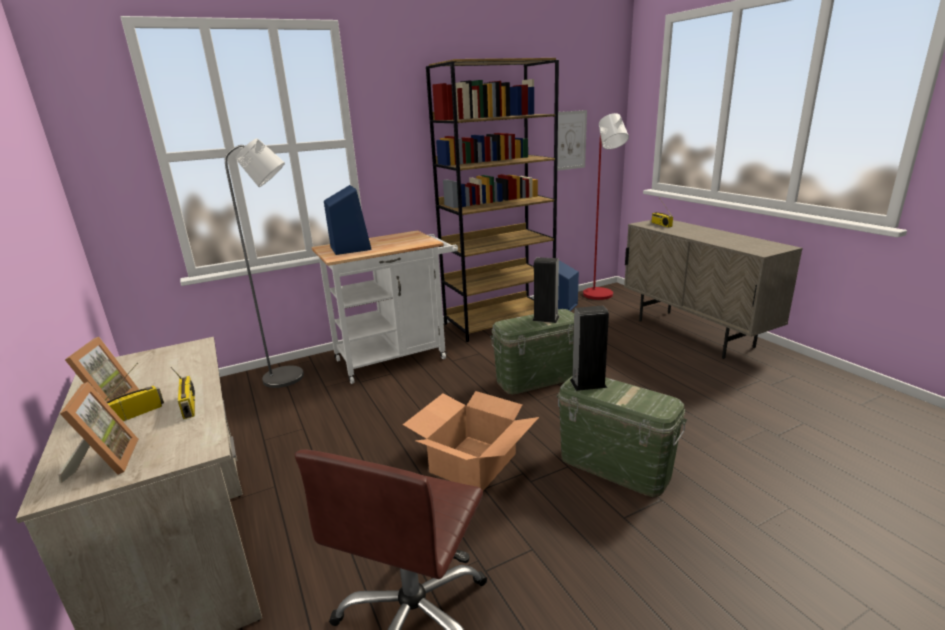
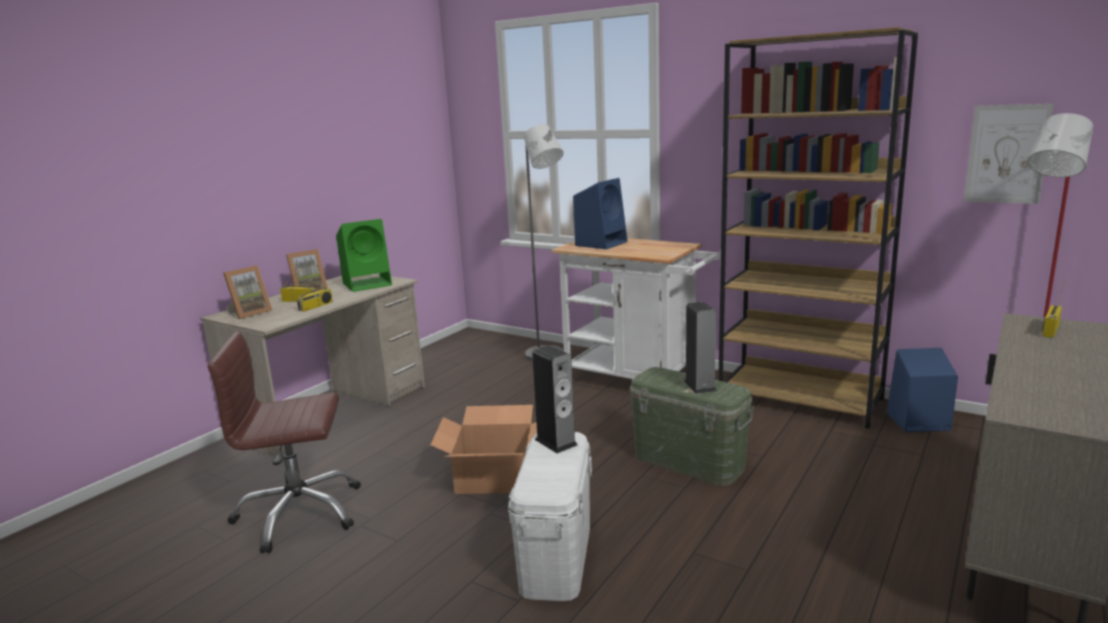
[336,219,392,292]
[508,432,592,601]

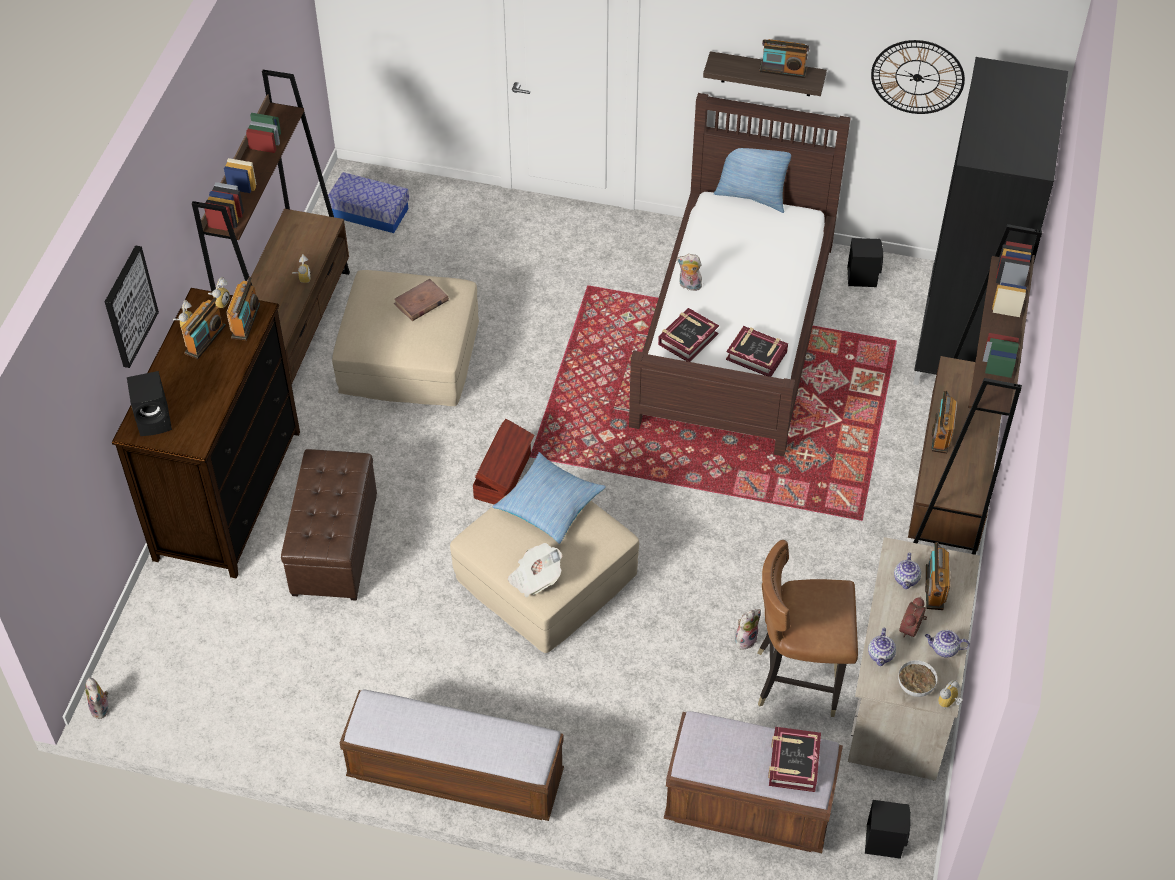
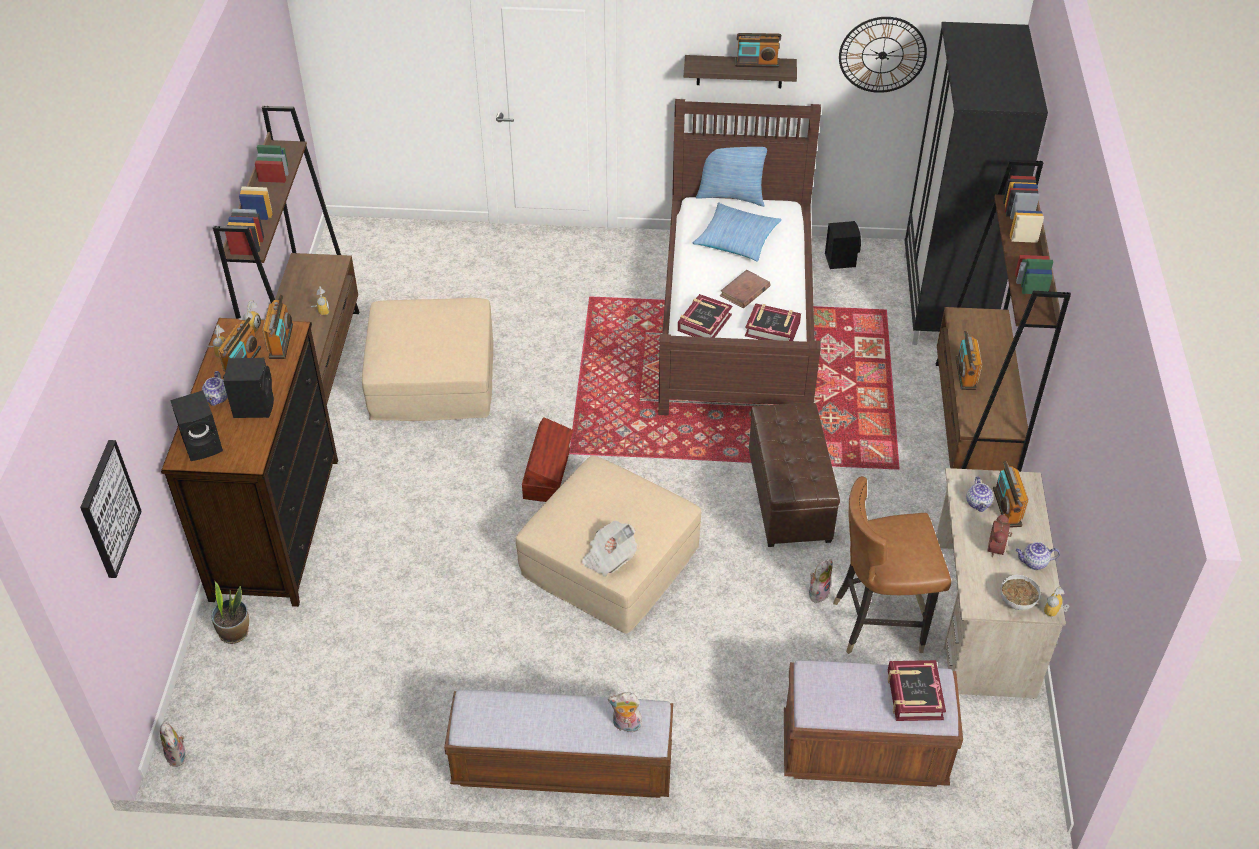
[80,440,142,578]
[202,371,228,406]
[211,581,249,644]
[223,358,274,418]
[608,692,642,733]
[693,202,782,262]
[719,270,770,308]
[749,403,840,547]
[328,172,409,233] (first image)

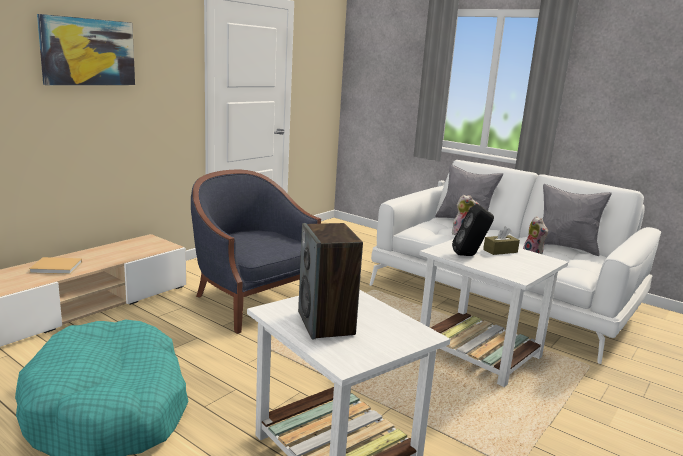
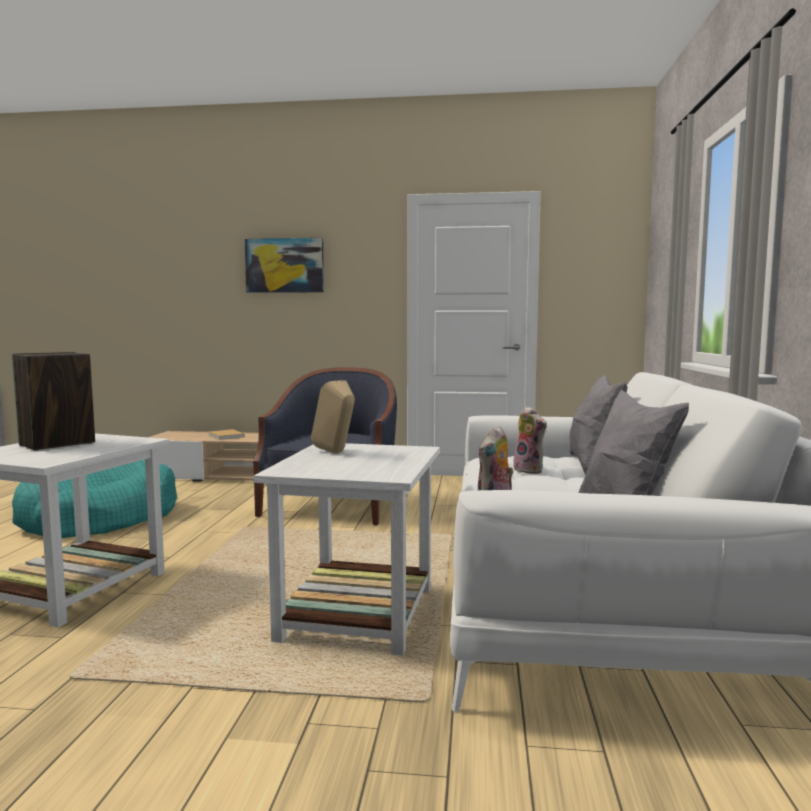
[311,380,355,454]
[483,227,520,255] (first image)

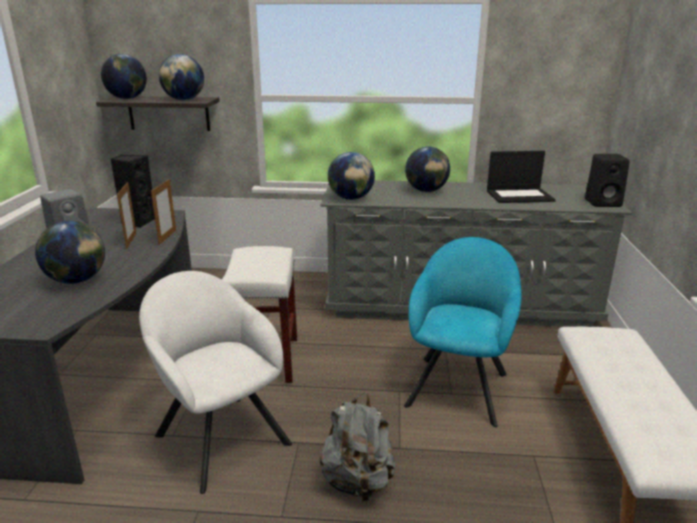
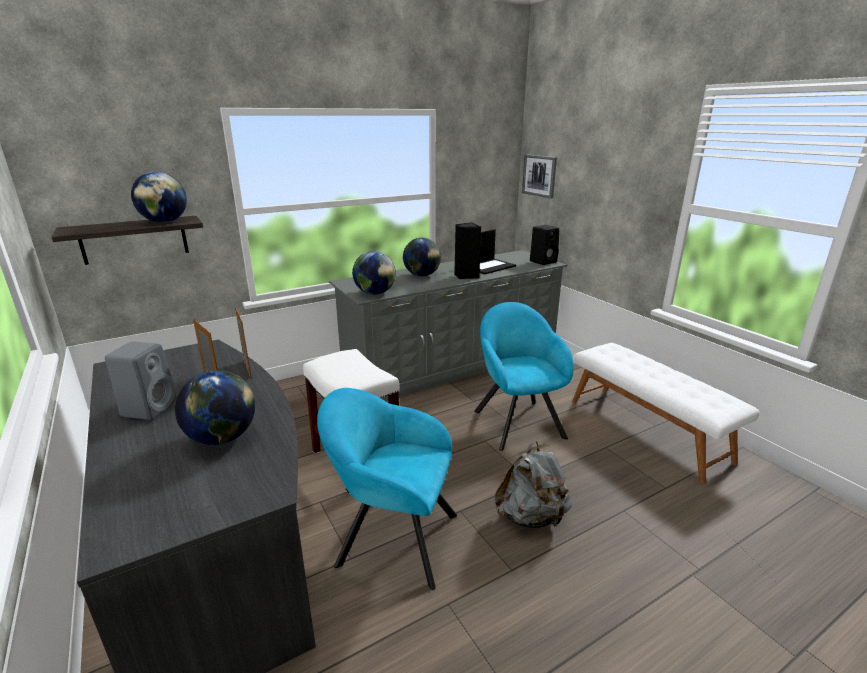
[317,388,457,590]
[454,222,481,279]
[522,155,557,198]
[101,54,147,99] (first image)

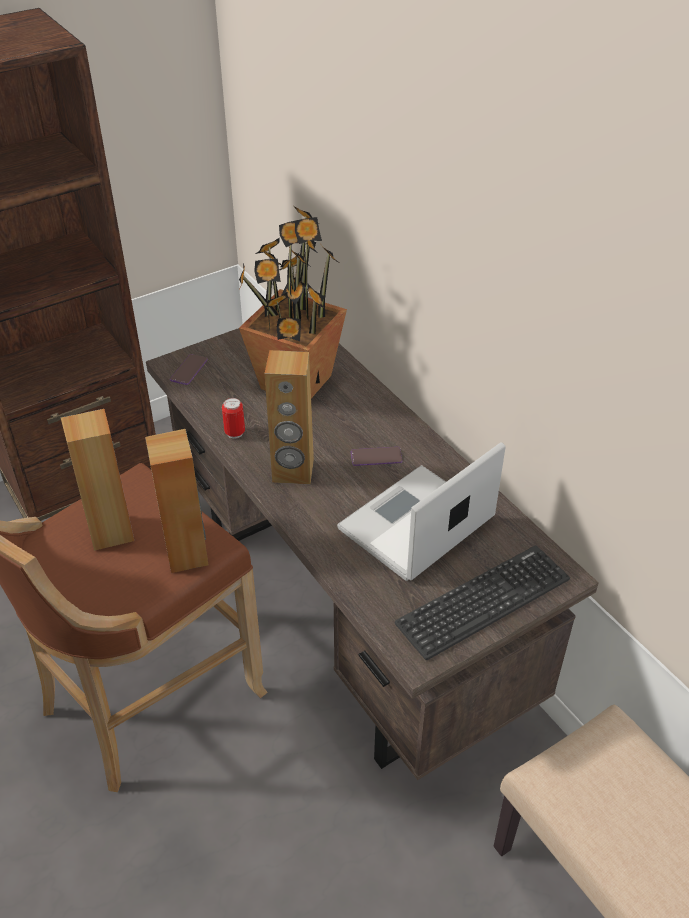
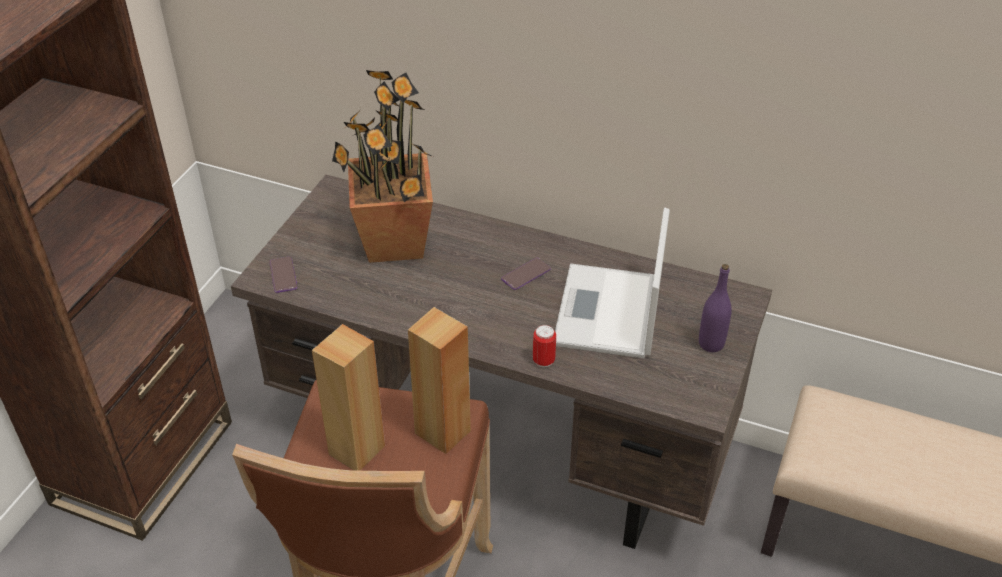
[533,325,556,367]
[699,264,732,352]
[264,350,314,484] (first image)

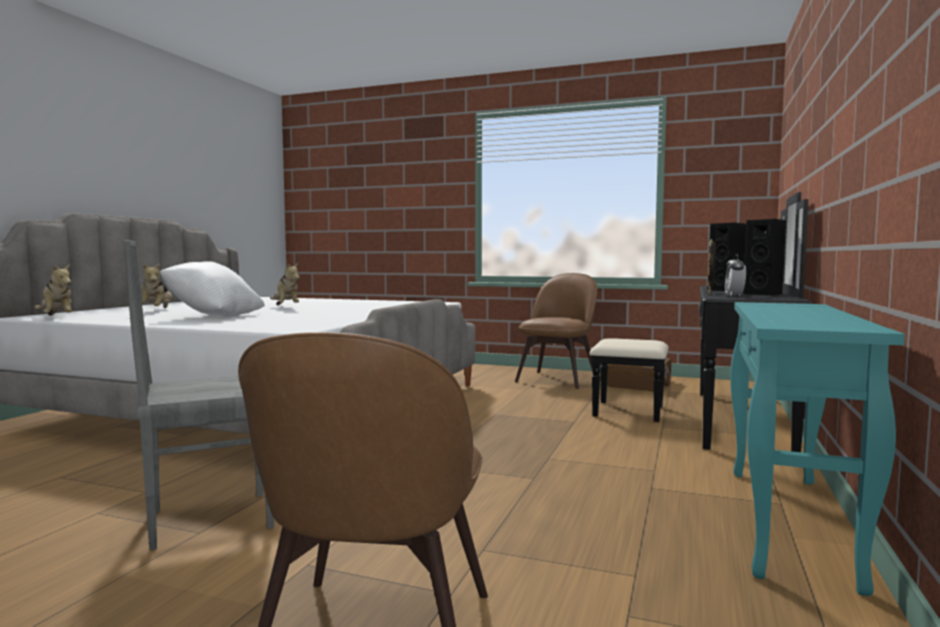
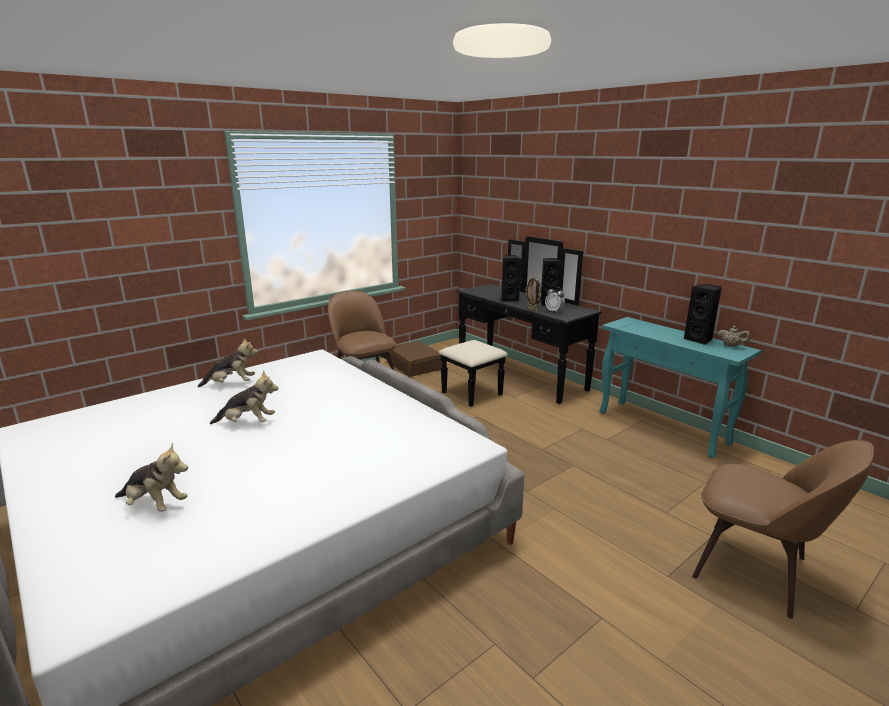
[198,338,258,387]
[684,284,722,345]
[717,326,750,347]
[124,240,274,550] (first image)
[160,261,265,317] (first image)

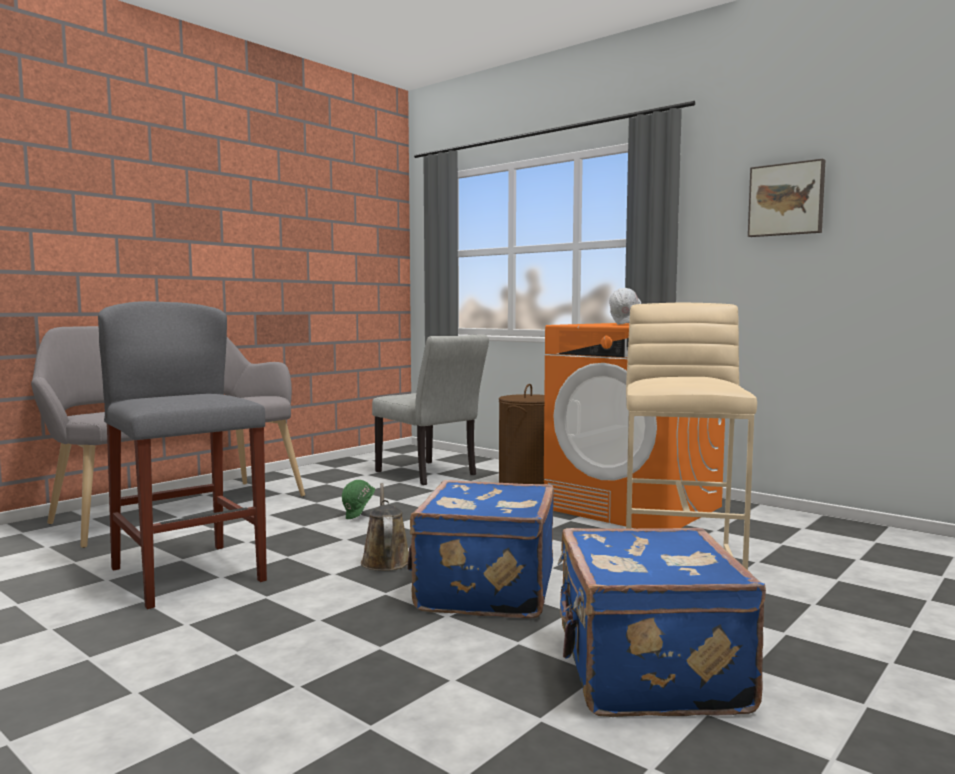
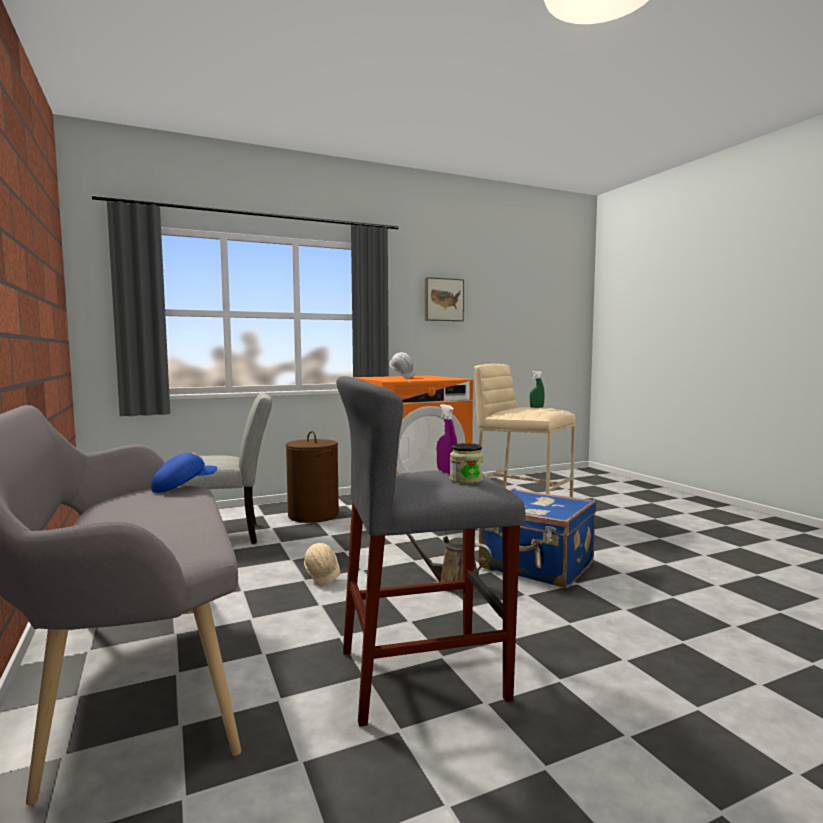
[151,452,218,493]
[304,543,341,585]
[437,404,457,474]
[450,443,483,484]
[530,371,545,408]
[558,528,766,717] (first image)

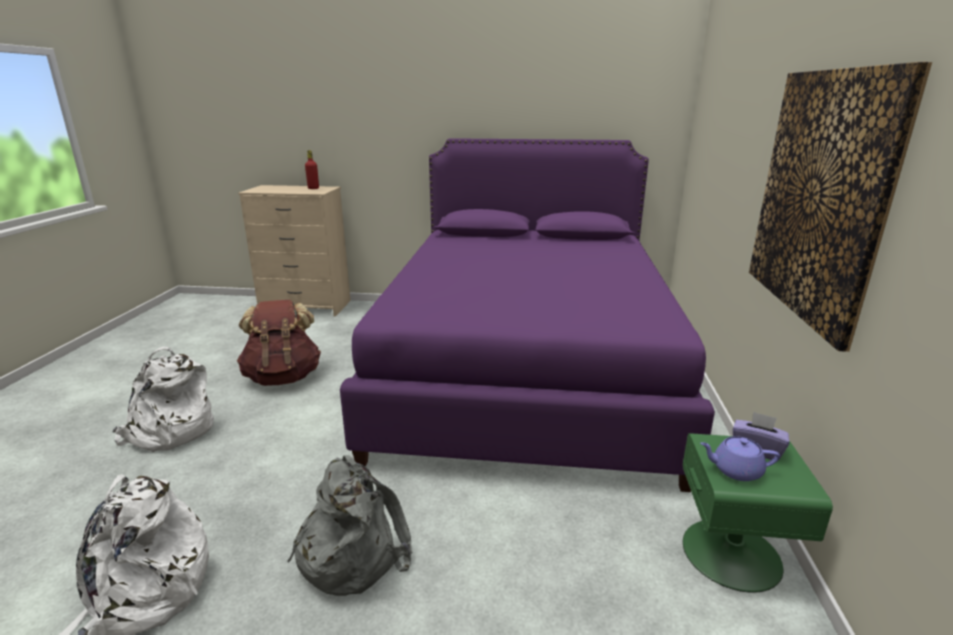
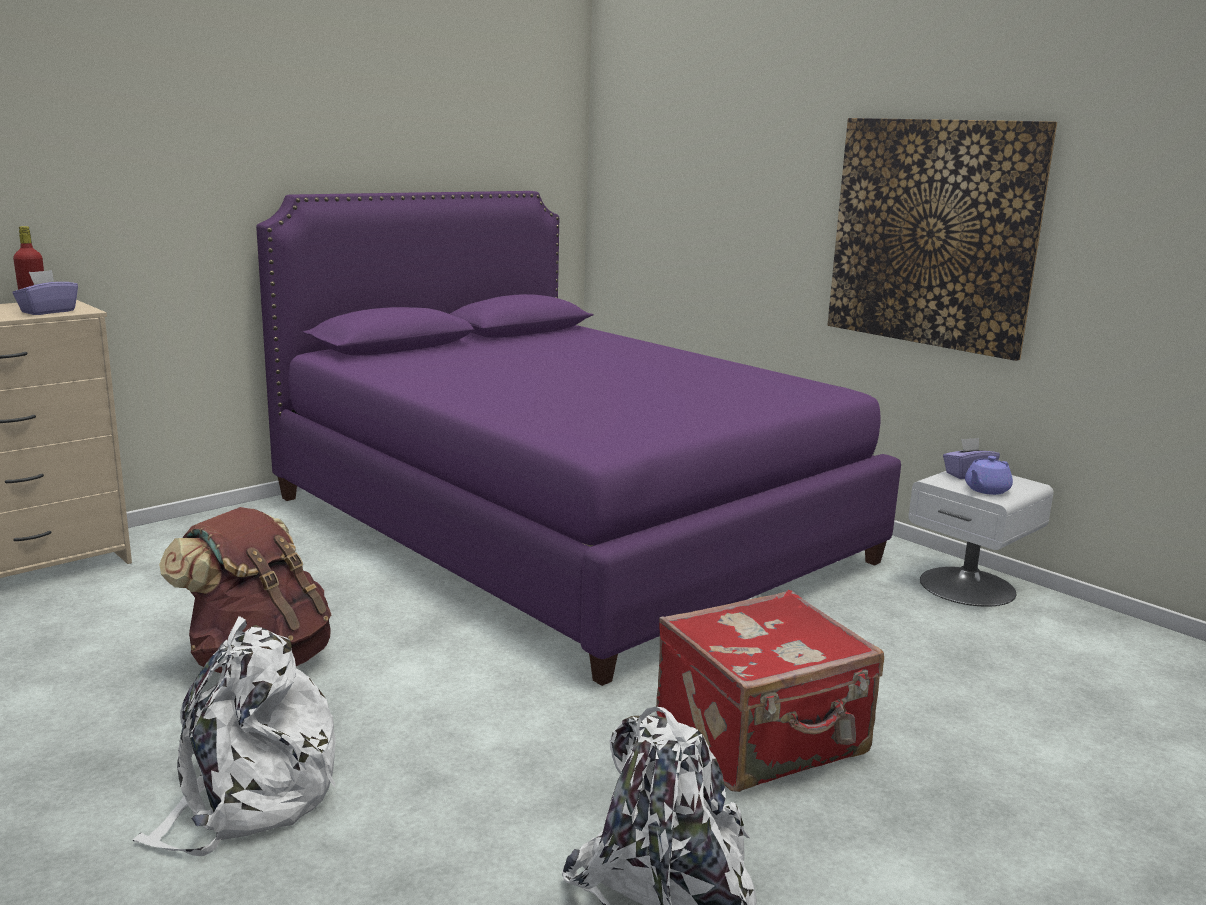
[12,270,78,315]
[656,590,884,792]
[909,471,1054,607]

